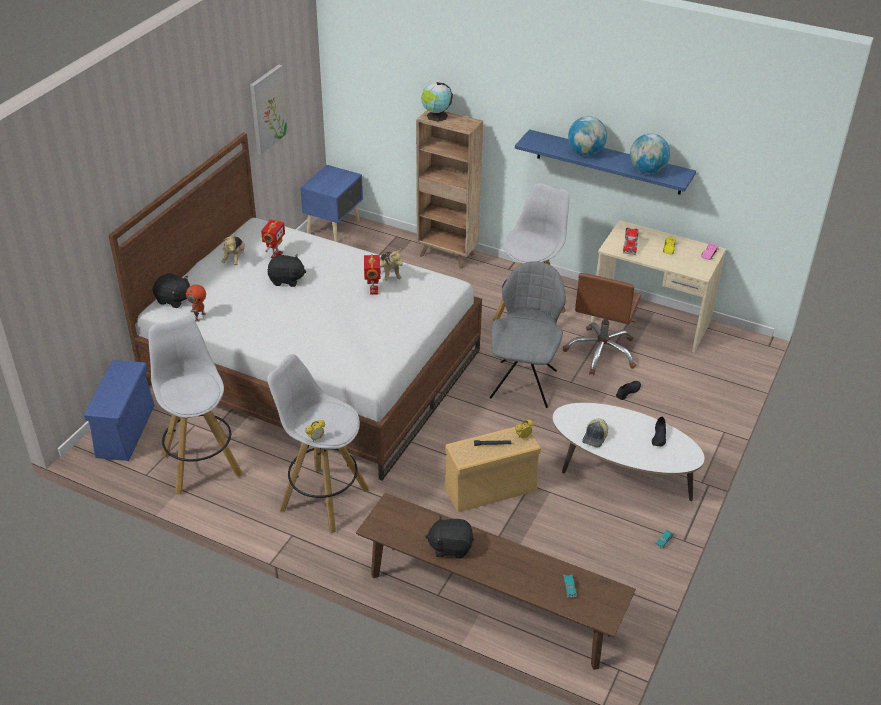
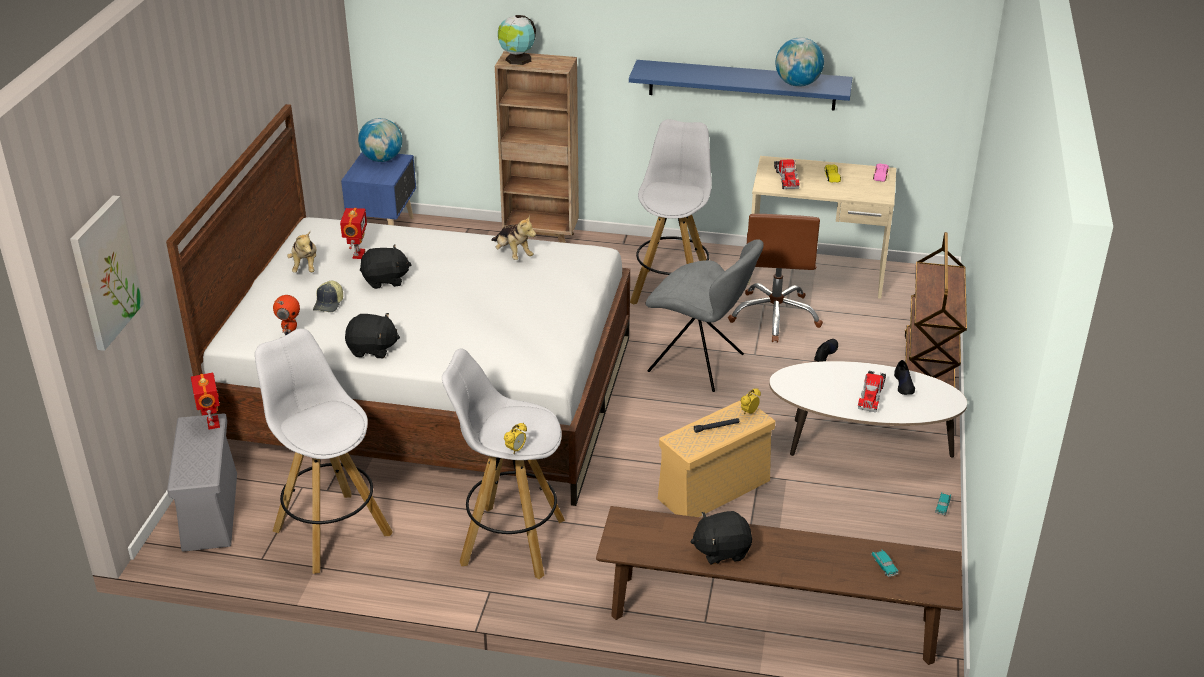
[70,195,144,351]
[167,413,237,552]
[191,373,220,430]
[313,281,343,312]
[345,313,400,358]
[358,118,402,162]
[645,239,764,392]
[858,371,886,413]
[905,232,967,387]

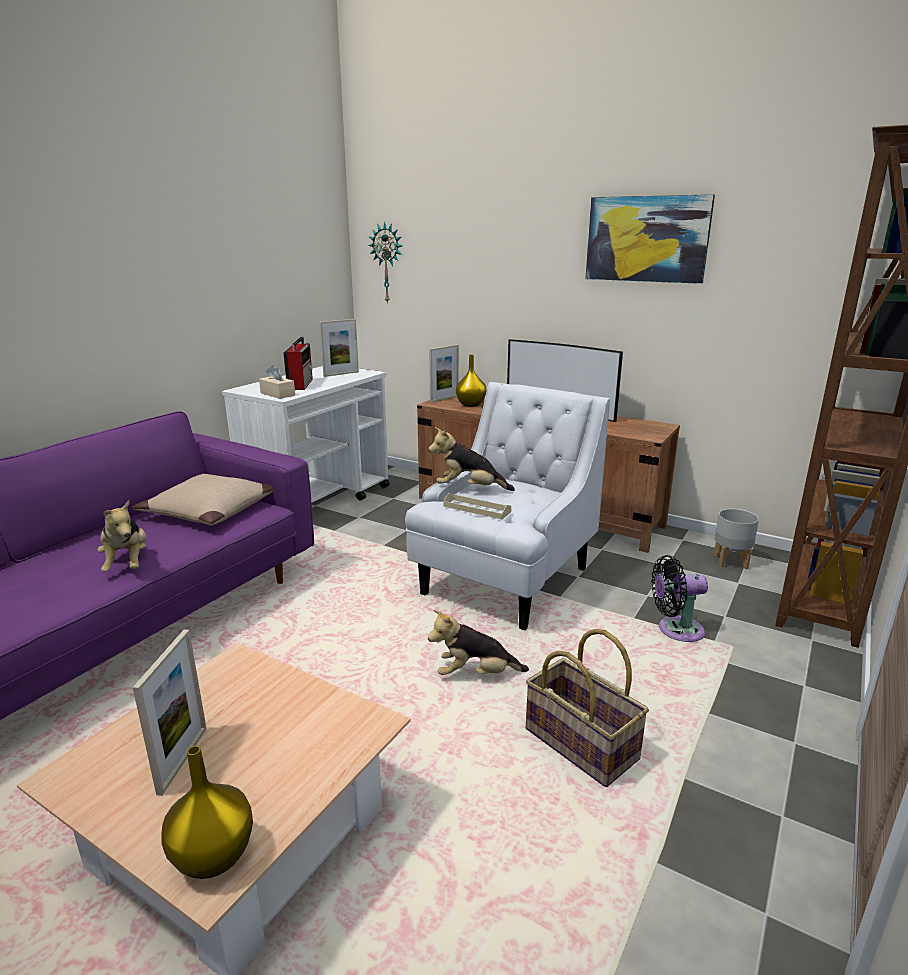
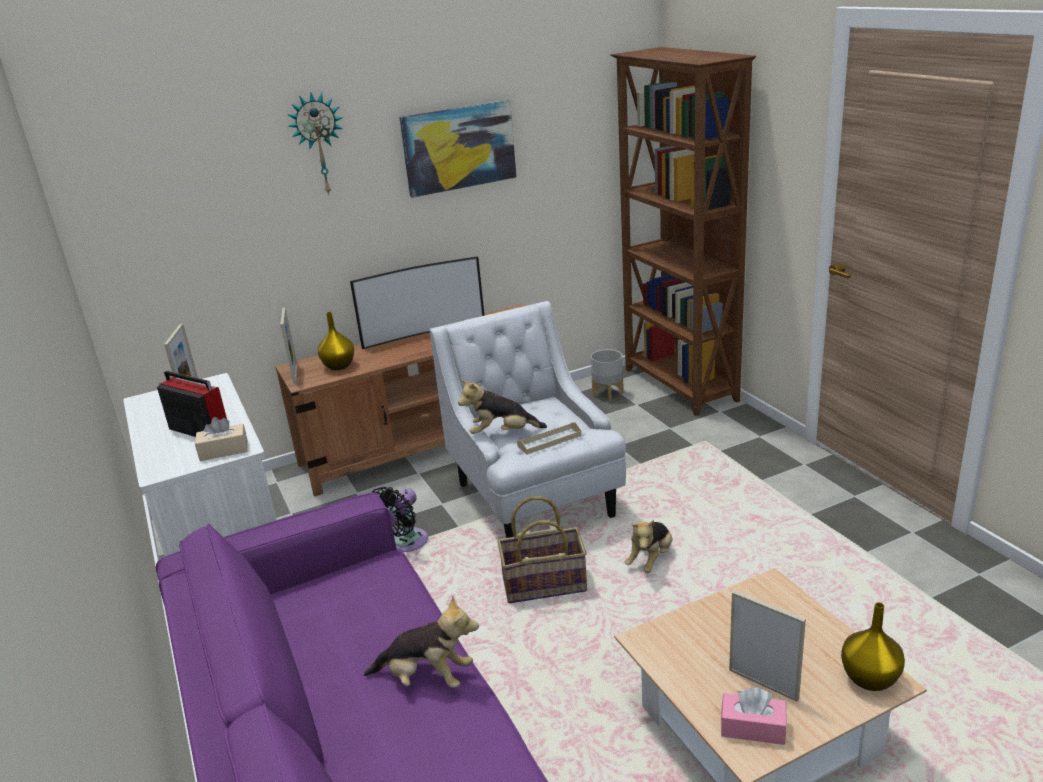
[287,93,343,195]
[371,487,428,552]
[458,380,547,434]
[497,496,587,603]
[721,687,787,745]
[132,473,273,525] (first image)

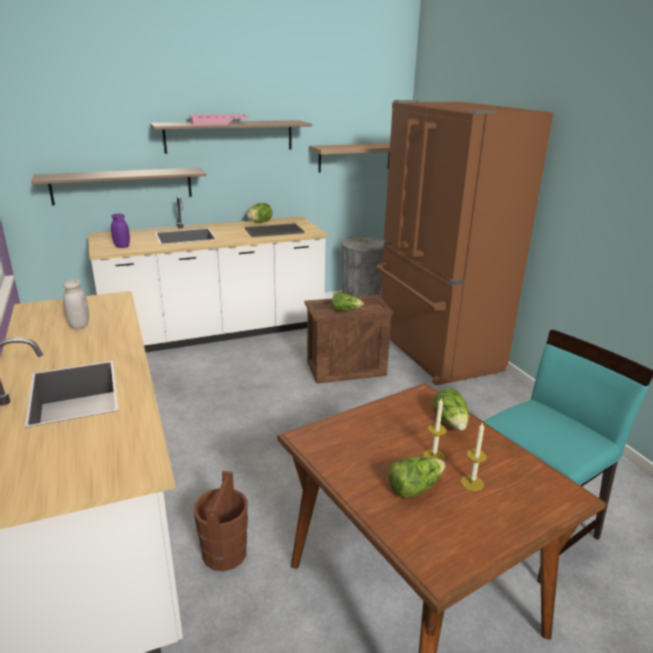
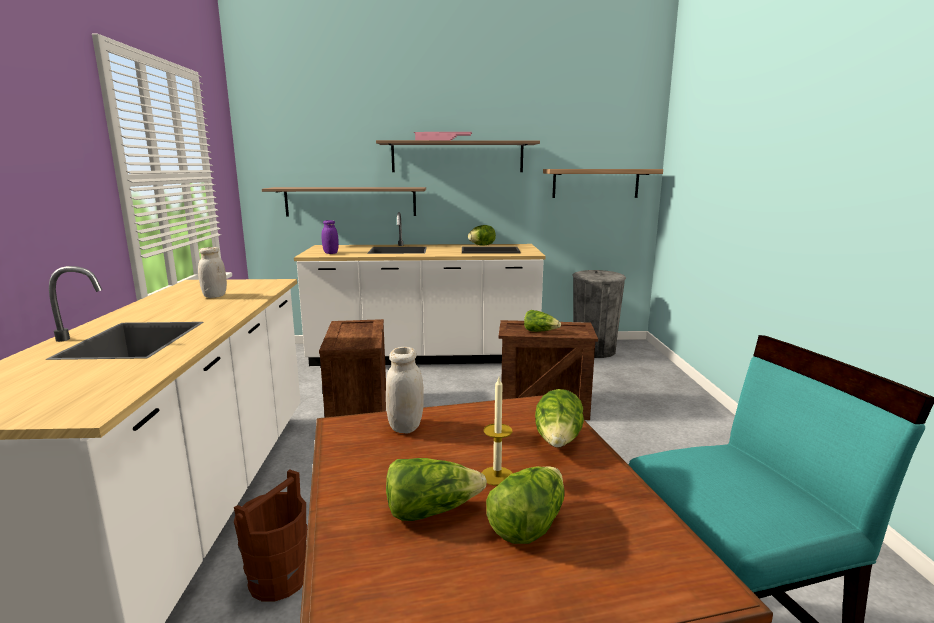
[319,319,386,417]
[386,347,424,433]
[486,466,564,544]
[376,100,554,386] (first image)

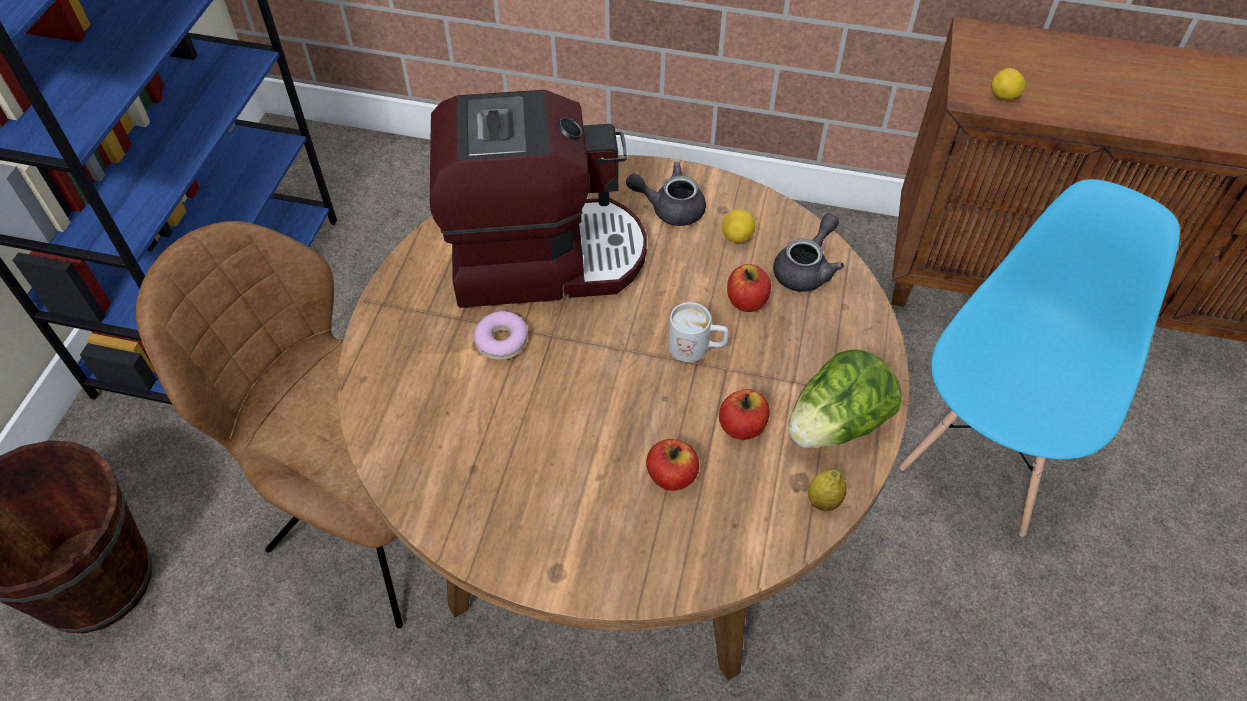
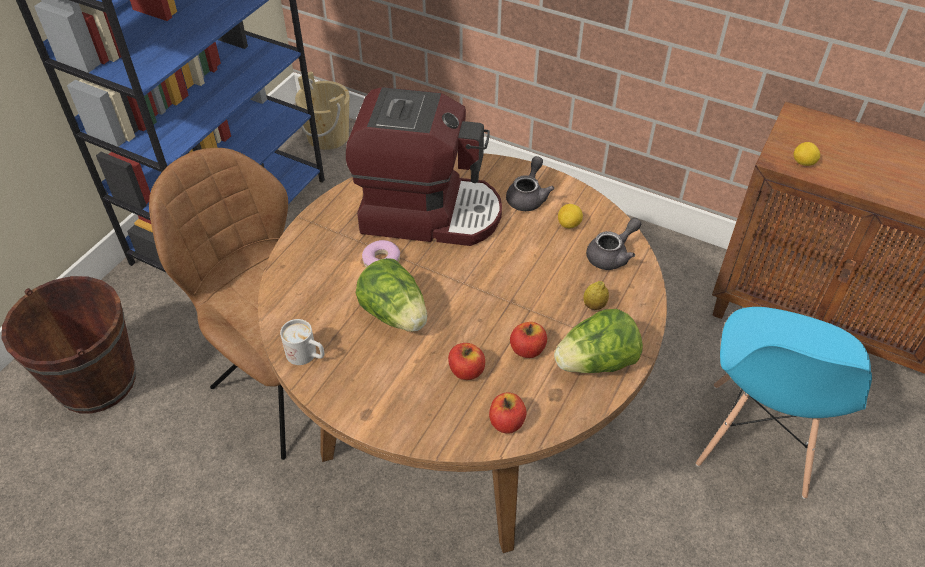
[280,319,324,365]
[295,71,349,150]
[356,258,427,332]
[489,392,527,434]
[506,156,555,211]
[583,281,609,310]
[696,307,872,499]

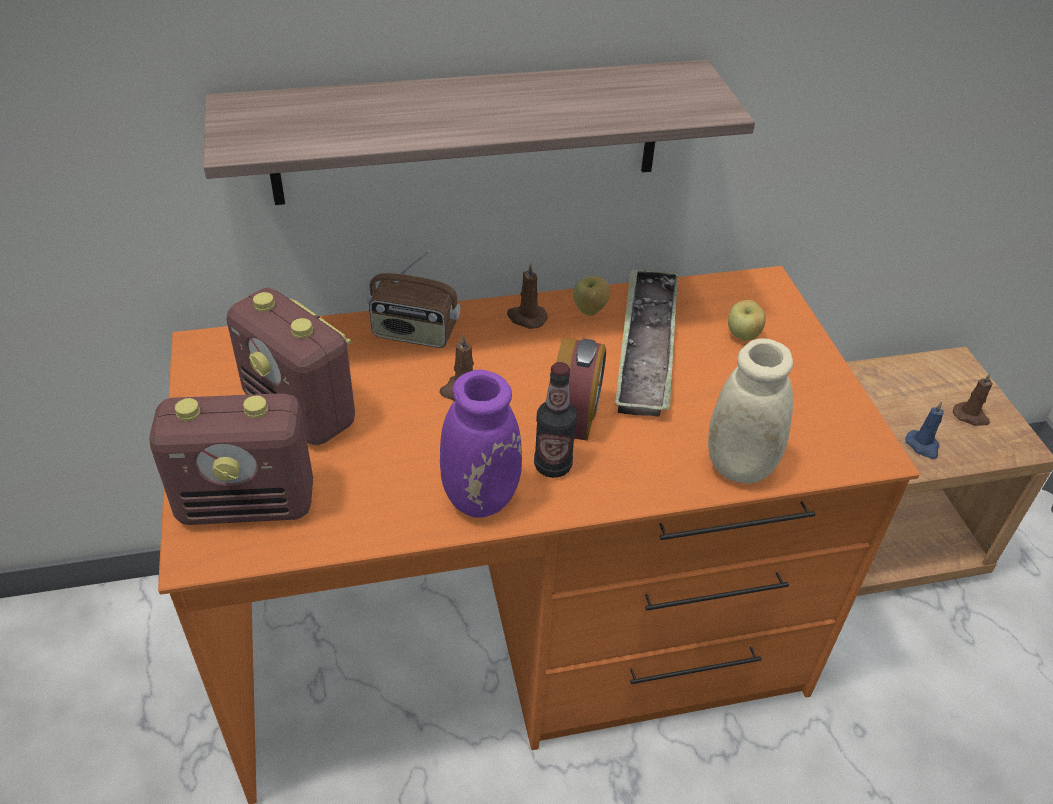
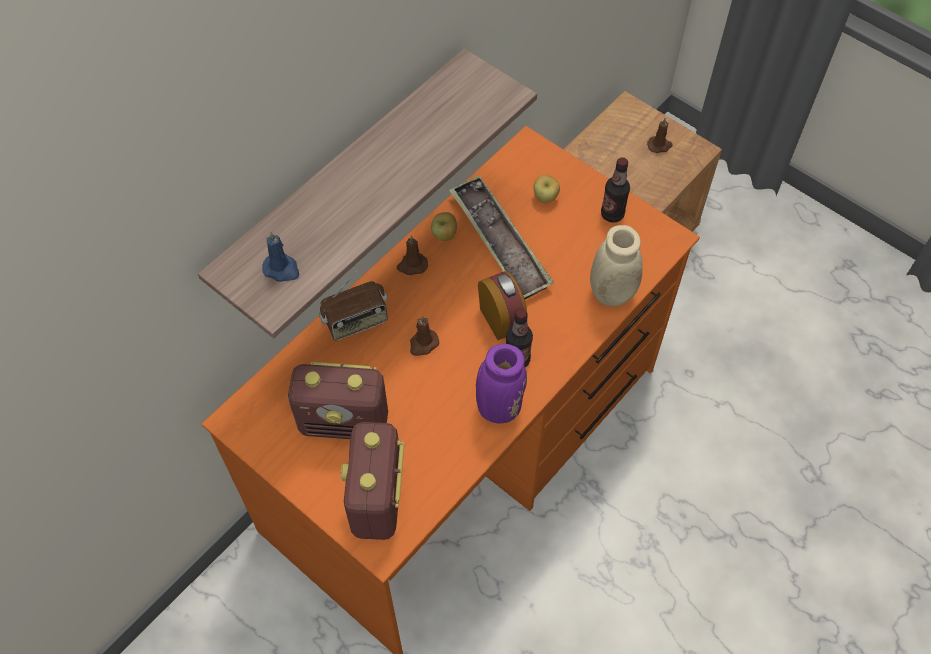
[262,232,299,282]
[341,422,404,540]
[601,157,630,223]

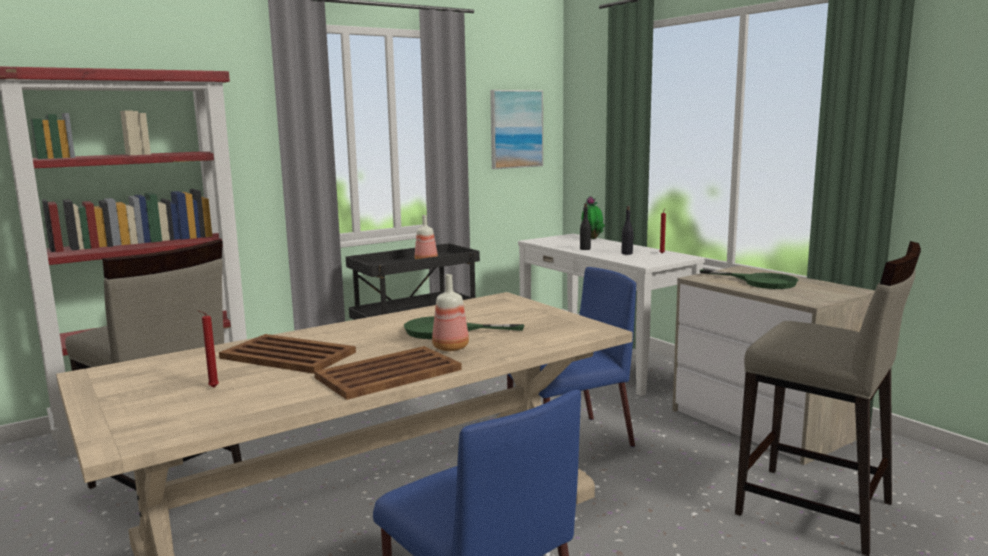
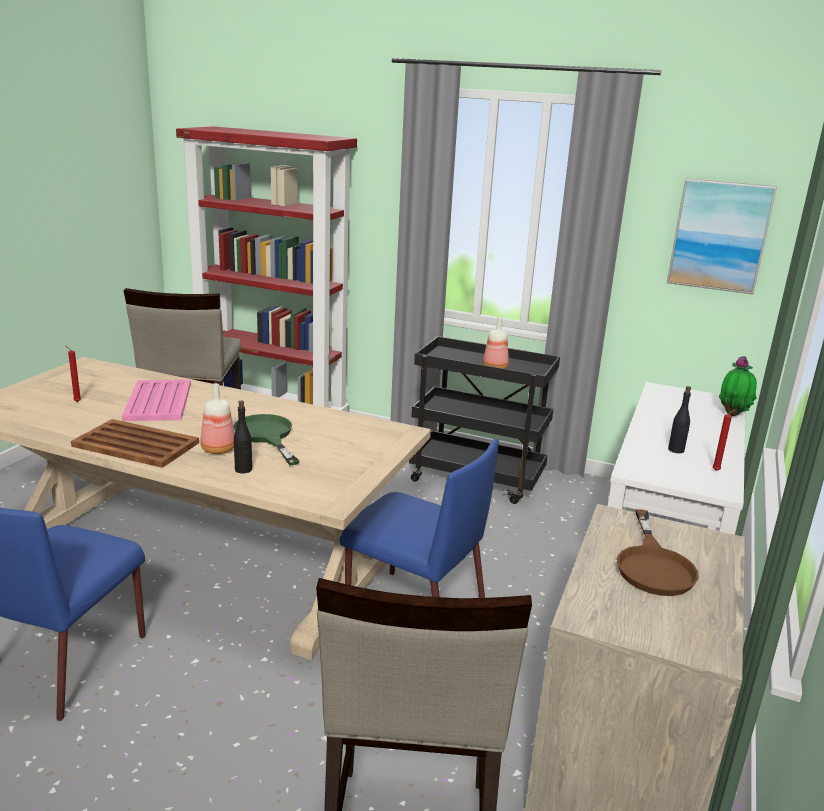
[122,380,191,421]
[234,400,252,473]
[617,509,699,596]

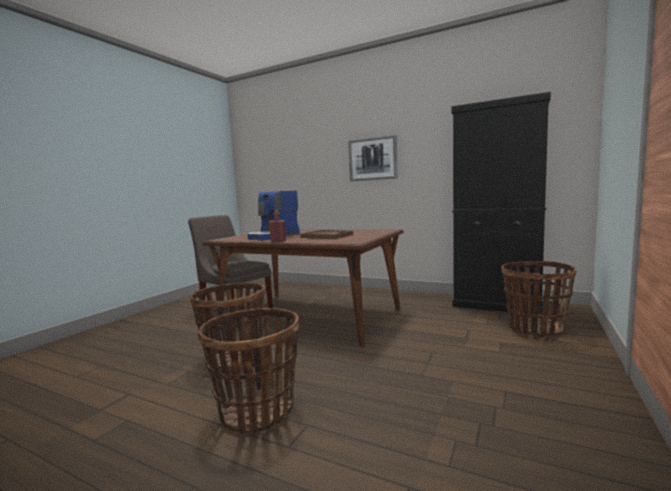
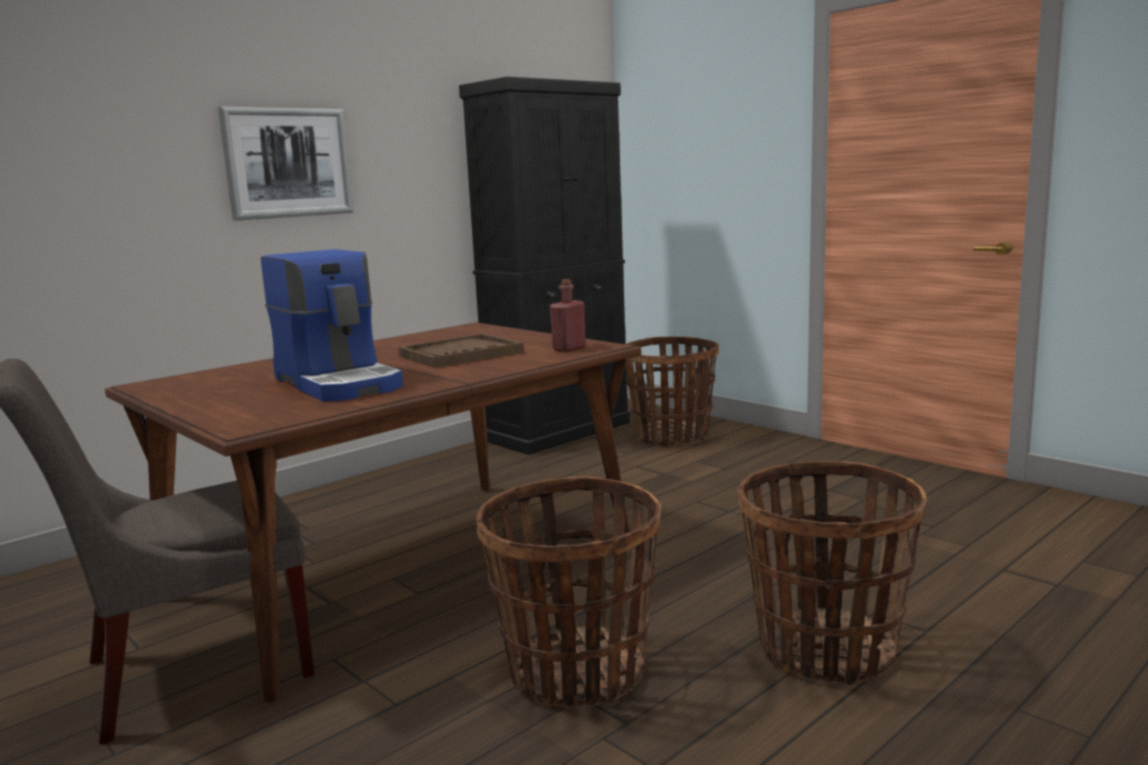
[550,279,586,352]

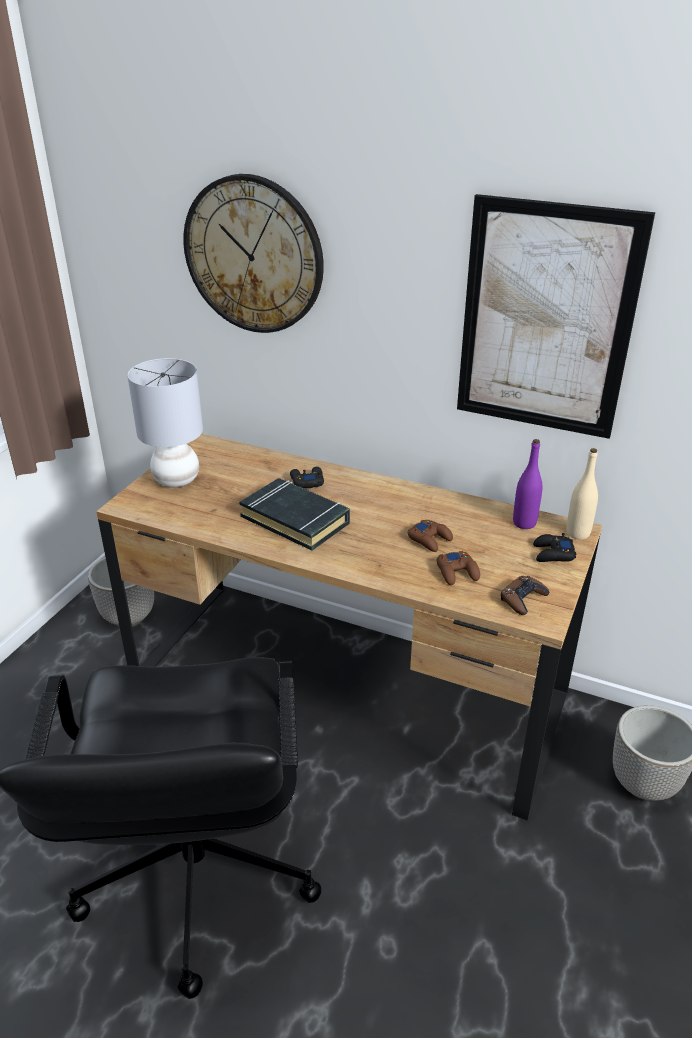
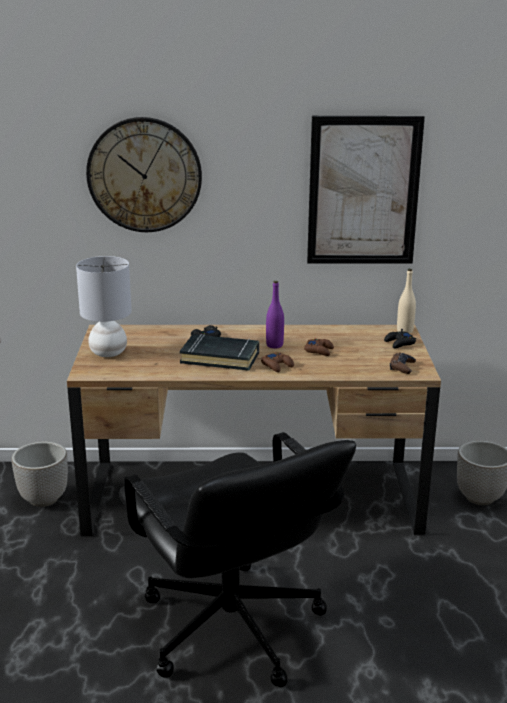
[261,353,294,372]
[266,281,284,348]

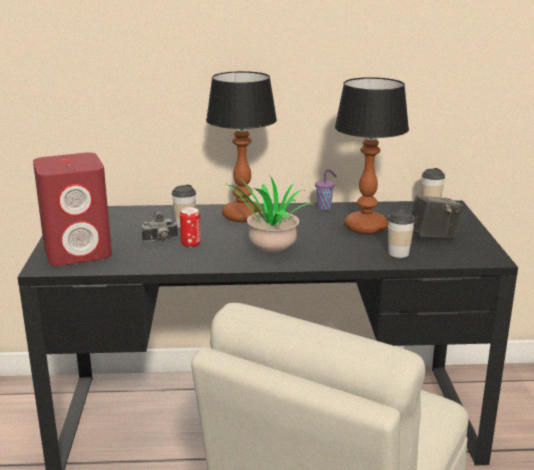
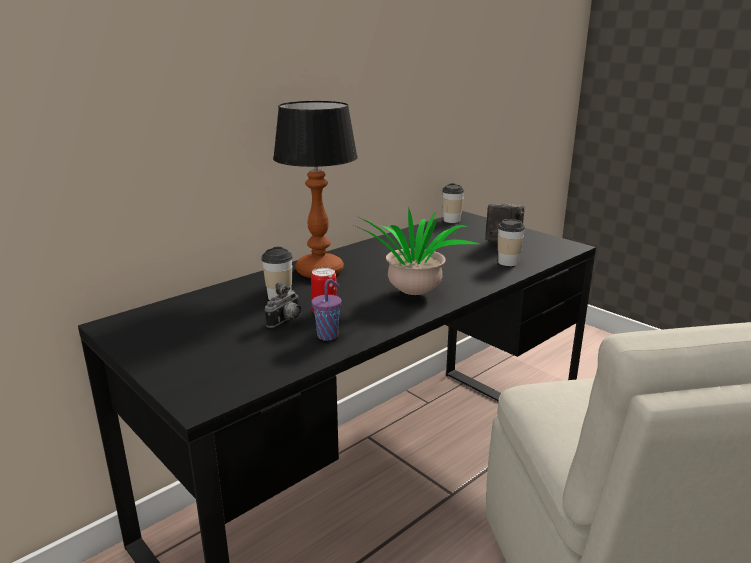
[311,279,342,341]
[33,152,112,266] (first image)
[335,77,409,234] (first image)

